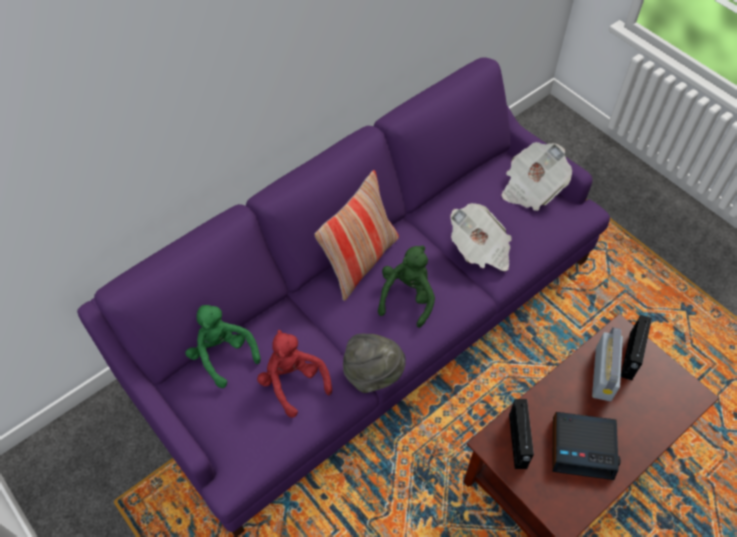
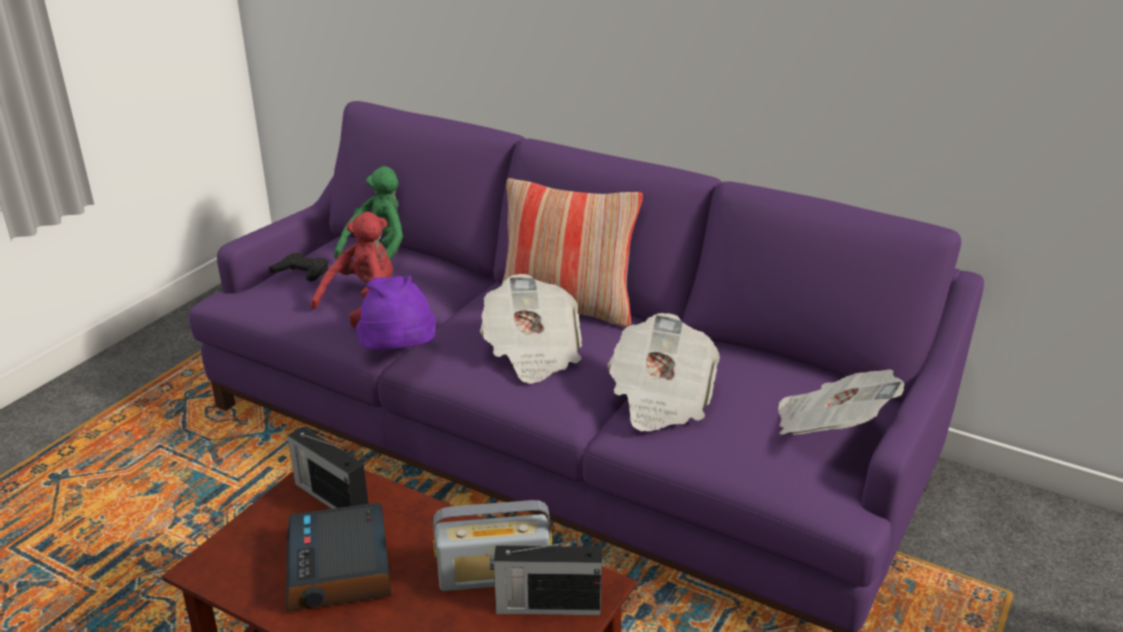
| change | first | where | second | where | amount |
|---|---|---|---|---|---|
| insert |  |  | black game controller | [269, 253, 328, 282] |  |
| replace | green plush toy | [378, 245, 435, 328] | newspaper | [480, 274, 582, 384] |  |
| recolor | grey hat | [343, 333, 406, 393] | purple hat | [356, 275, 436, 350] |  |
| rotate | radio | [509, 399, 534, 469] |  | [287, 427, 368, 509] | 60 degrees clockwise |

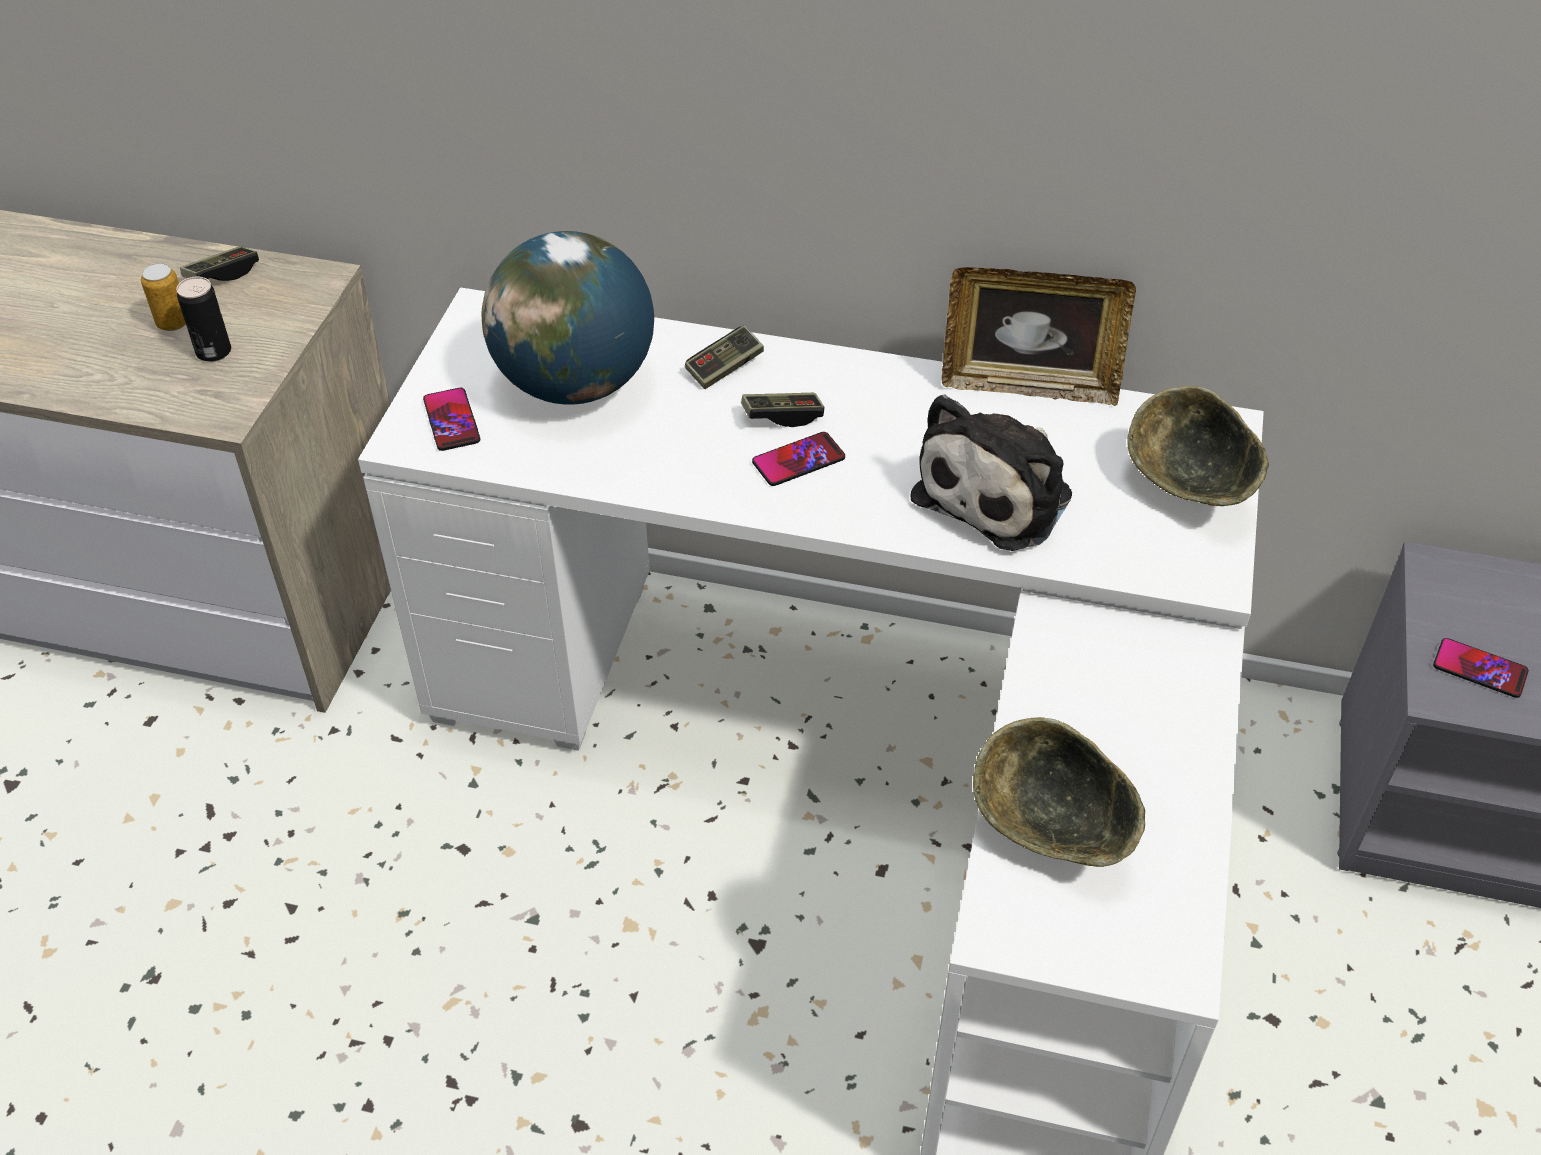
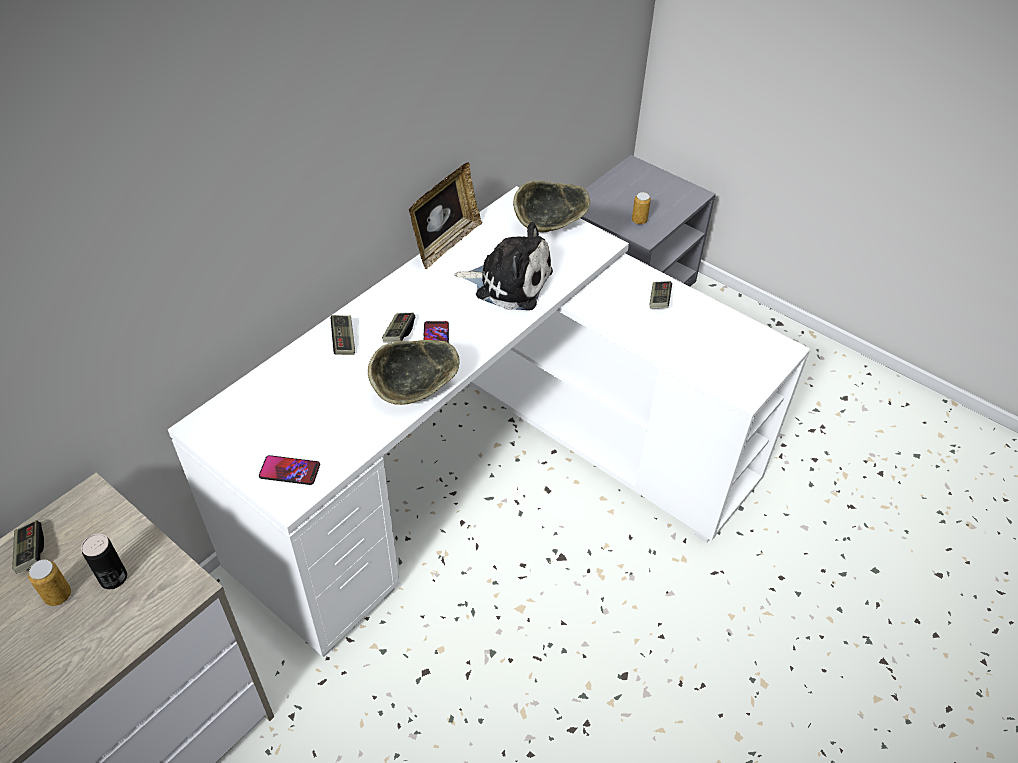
| change | first | where | second | where | amount |
|---|---|---|---|---|---|
| delete | globe | [482, 231, 654, 405] |  |  |  |
| insert |  |  | game controller | [650, 281, 672, 308] |  |
| move | bowl | [973, 717, 1145, 867] |  | [368, 340, 460, 405] |  |
| replace | phone | [1433, 638, 1529, 698] | can | [632, 192, 651, 225] |  |
| rotate | plush toy | [911, 394, 1072, 551] |  | [454, 222, 553, 310] | 45 degrees counterclockwise |

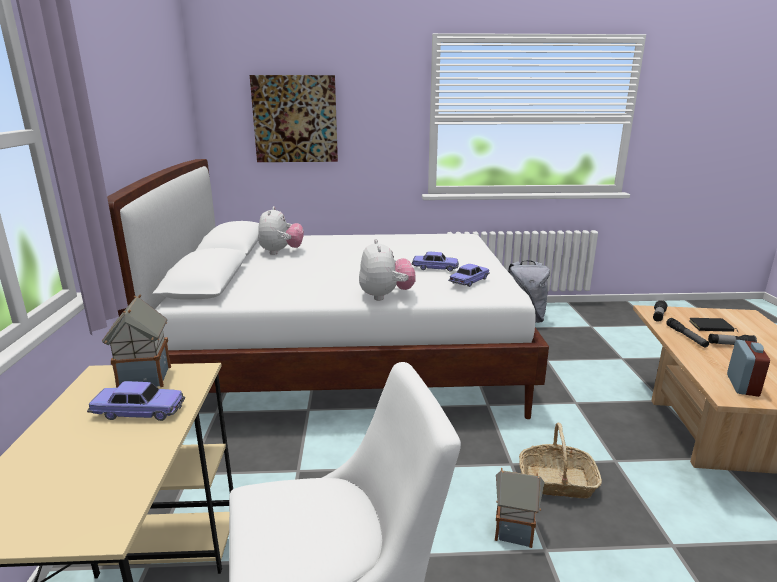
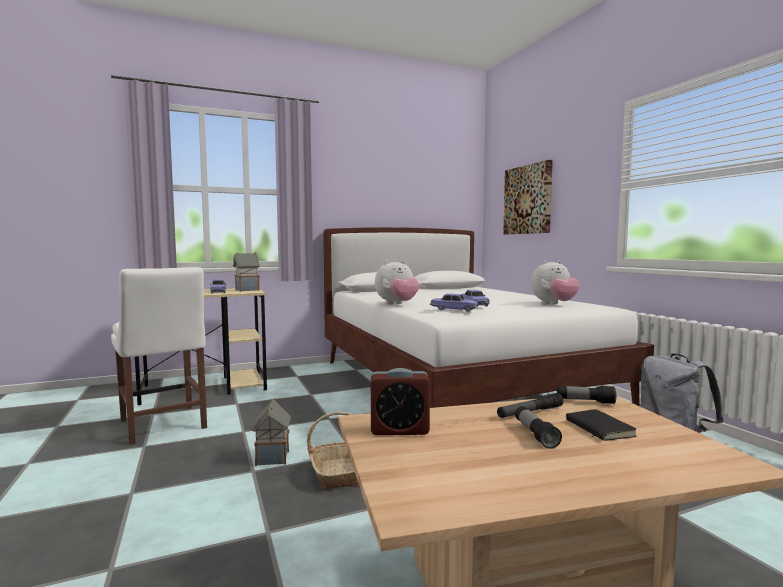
| change | first | where | second | where | amount |
|---|---|---|---|---|---|
| move | plush toy | [258, 206, 304, 255] |  | [531, 260, 580, 304] |  |

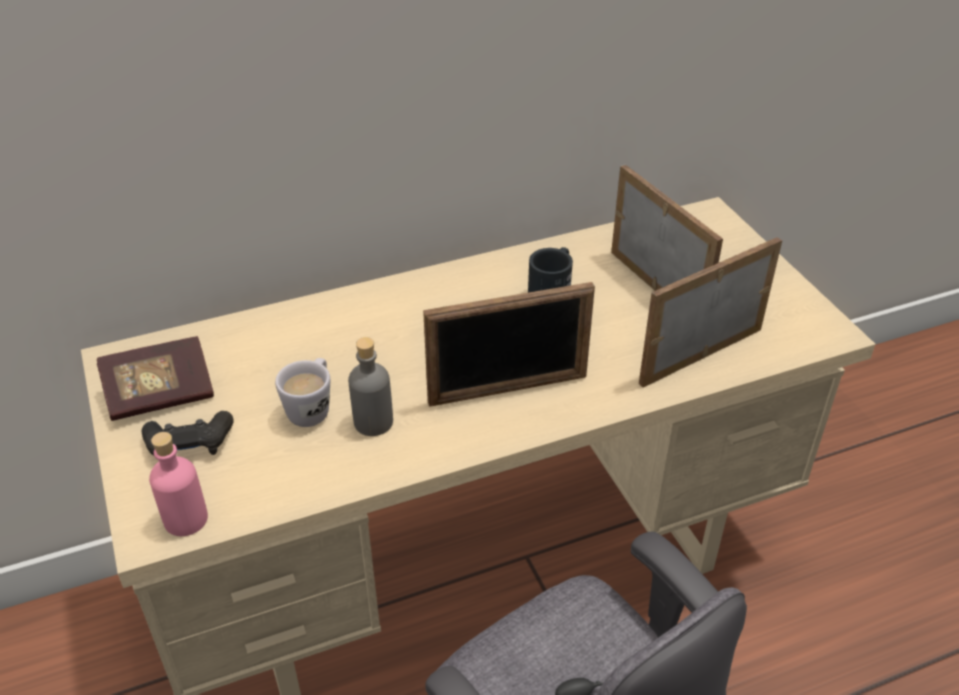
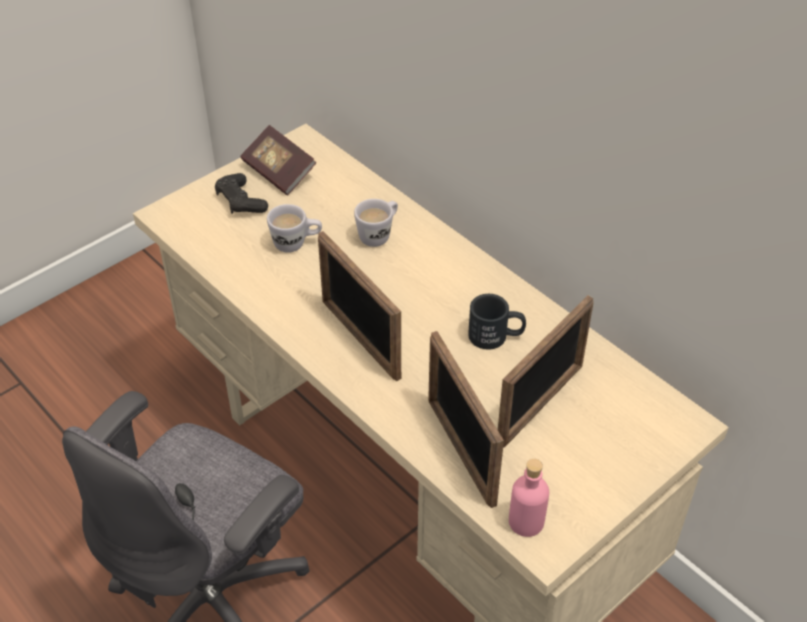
| change | first | where | second | where | amount |
|---|---|---|---|---|---|
| delete | grey bottle | [348, 337, 393, 436] |  |  |  |
| insert |  |  | white mug | [354, 199, 398, 247] |  |
| move | pink bottle | [149, 432, 208, 536] |  | [509, 459, 549, 537] |  |
| rotate | picture frame | [639, 237, 782, 387] |  | [428, 331, 504, 508] | 150 degrees counterclockwise |

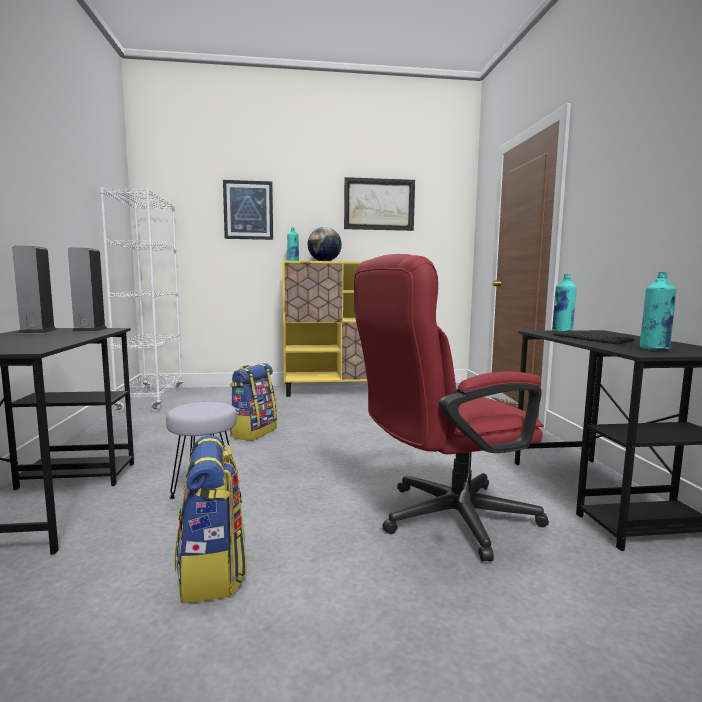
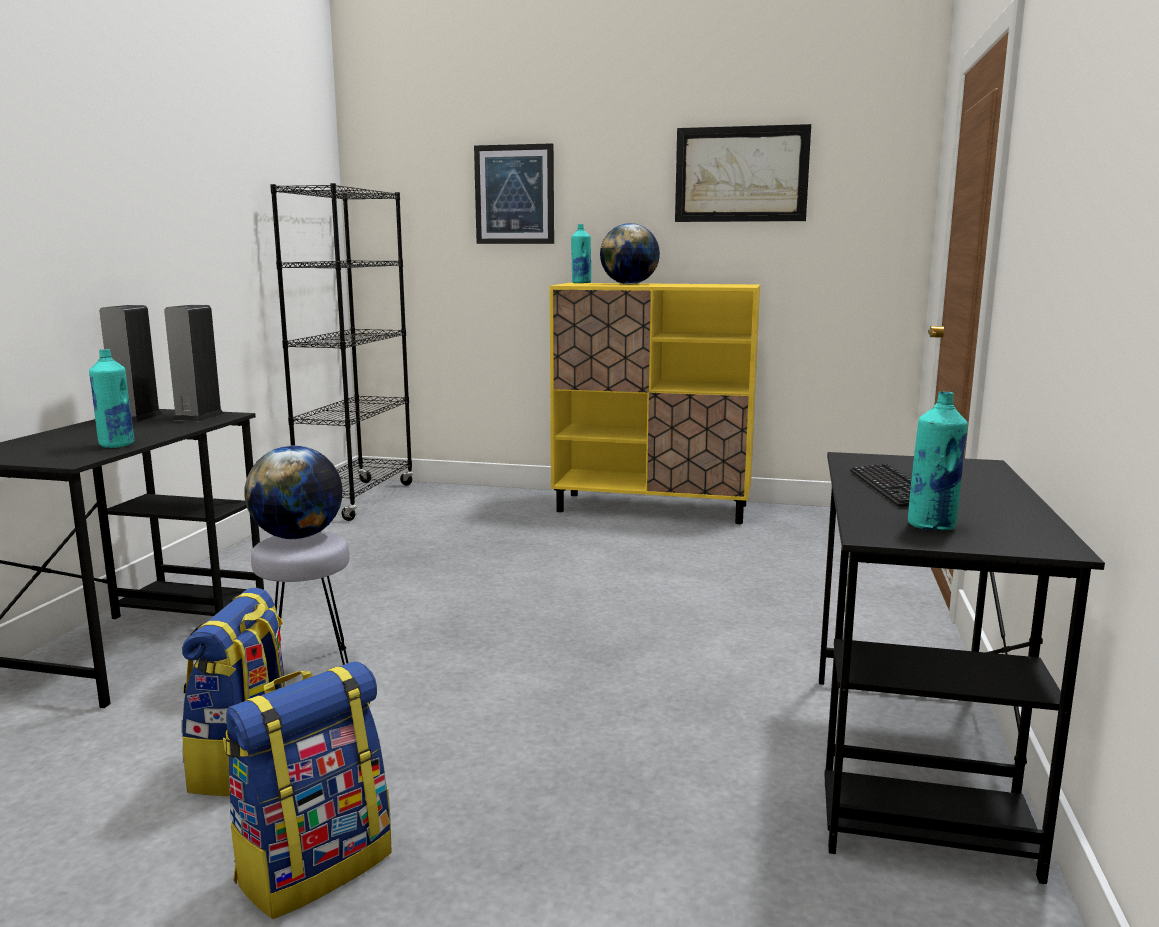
| change | first | where | second | where | amount |
|---|---|---|---|---|---|
| delete | red office chair | [354, 254, 549, 562] |  |  |  |
| insert |  |  | globe | [244, 445, 343, 539] |  |
| move | backpack | [230, 363, 277, 441] |  | [223, 661, 391, 919] |  |
| move | turquoise bottle | [552, 274, 577, 332] |  | [89, 349, 134, 448] |  |
| recolor | white bookcase | [100, 187, 183, 413] | black bookcase | [270, 183, 414, 521] |  |

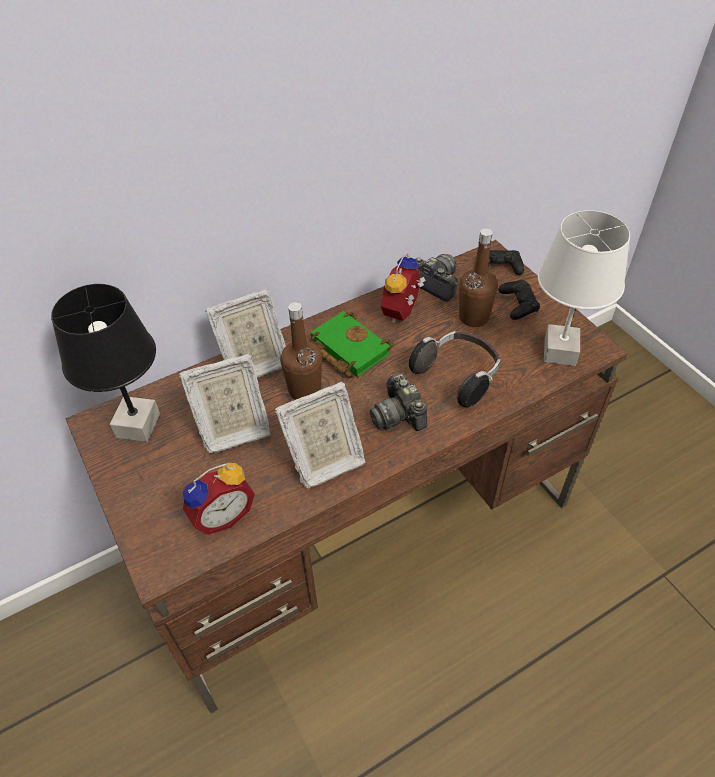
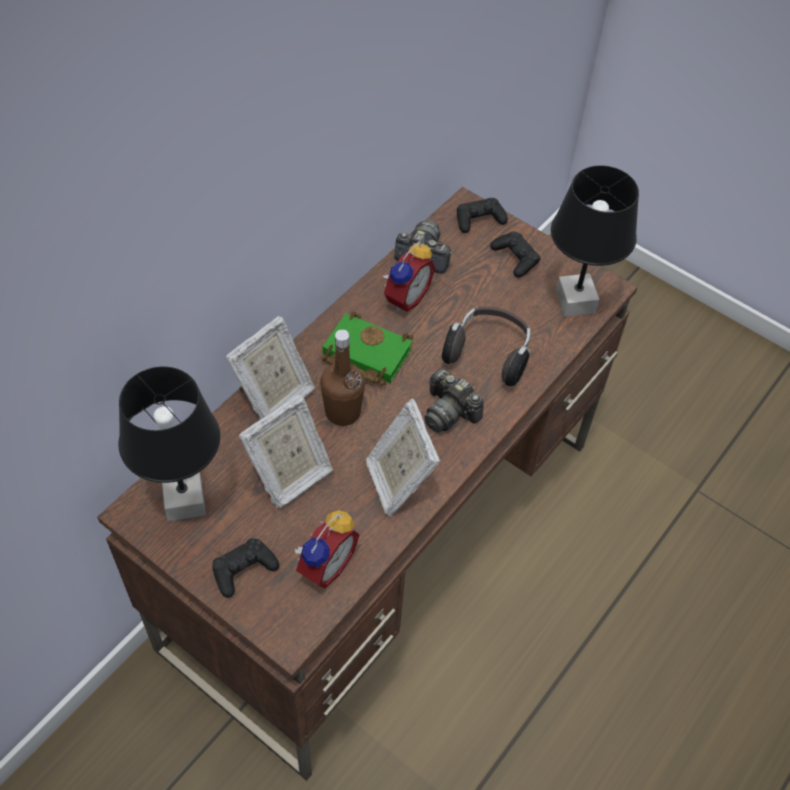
| change | first | where | second | where | amount |
|---|---|---|---|---|---|
| delete | brown bottle | [459, 228, 498, 327] |  |  |  |
| insert |  |  | black game controller | [212, 538, 279, 598] |  |
| recolor | white table lamp | [538, 210, 630, 366] | black table lamp | [551, 165, 639, 317] |  |
| rotate | picture frame | [275, 382, 365, 488] |  | [365, 399, 440, 516] | 120 degrees clockwise |
| rotate | alarm clock | [381, 253, 426, 323] |  | [382, 241, 435, 312] | 150 degrees counterclockwise |

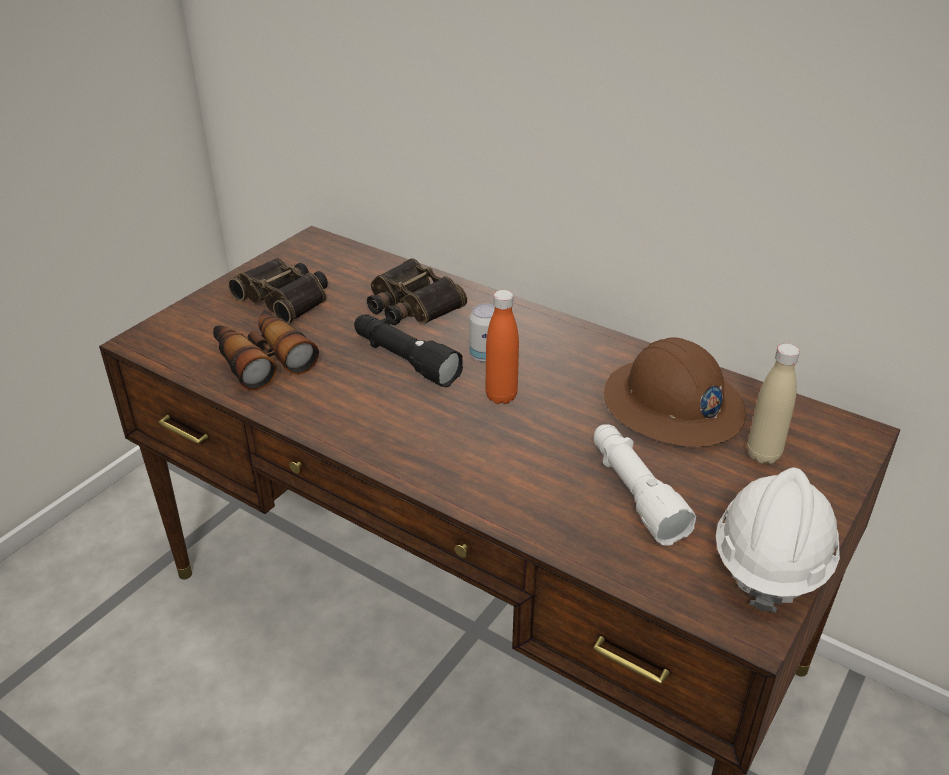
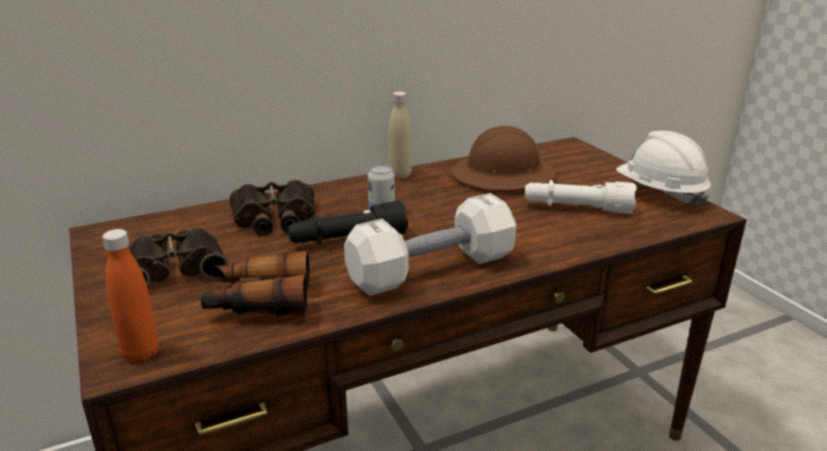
| change | first | where | second | where | amount |
|---|---|---|---|---|---|
| insert |  |  | white dumbbell | [344, 193, 516, 296] |  |
| move | orange bottle | [485, 290, 519, 404] |  | [102, 229, 159, 363] |  |
| move | beige bottle | [747, 343, 800, 464] |  | [388, 92, 412, 179] |  |

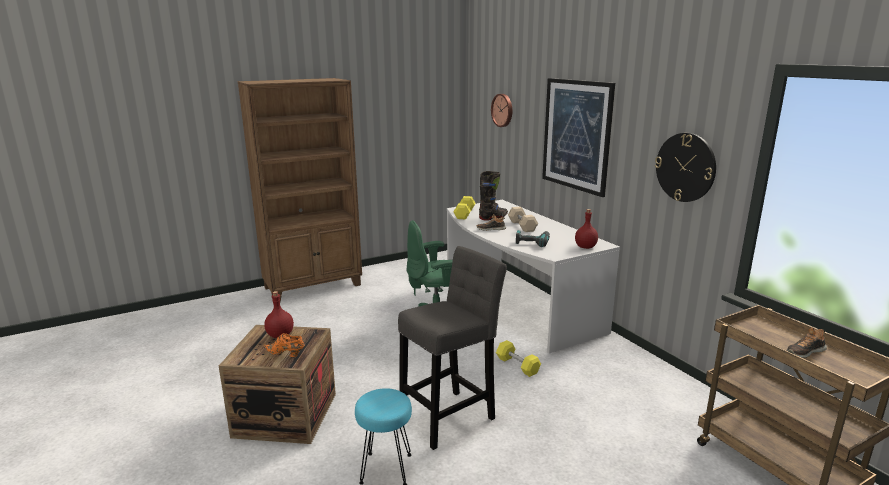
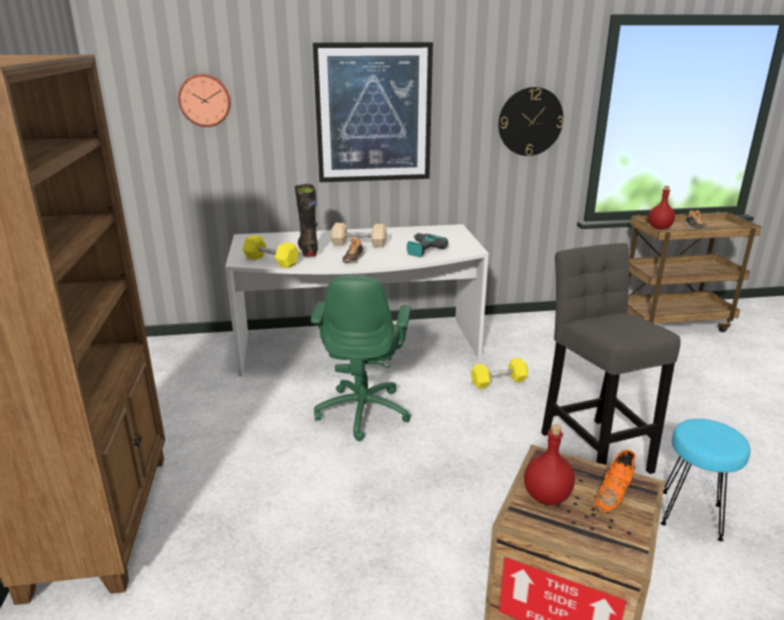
| change | first | where | second | where | amount |
|---|---|---|---|---|---|
| move | red bottle | [575, 209, 598, 249] |  | [648, 186, 675, 230] |  |

